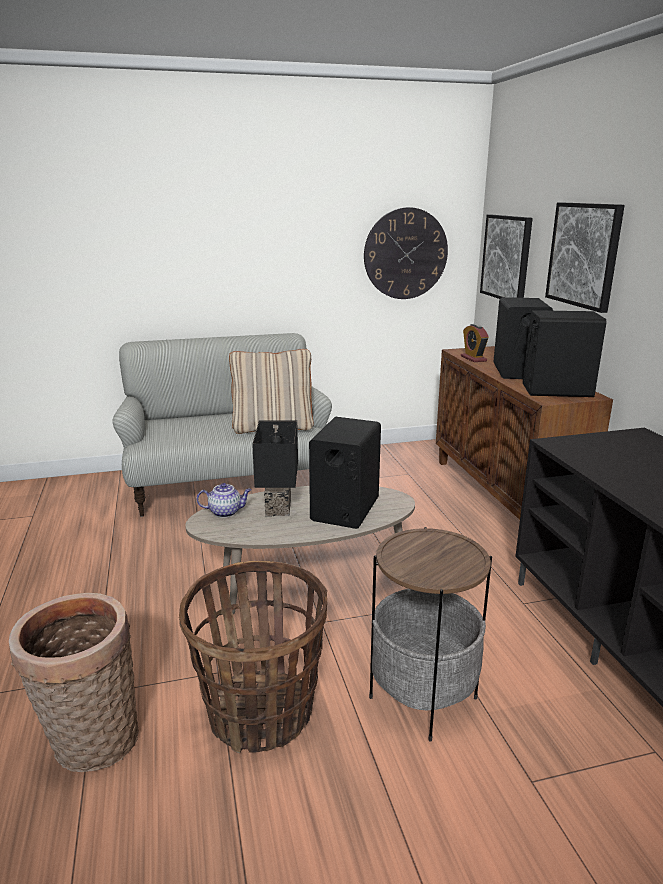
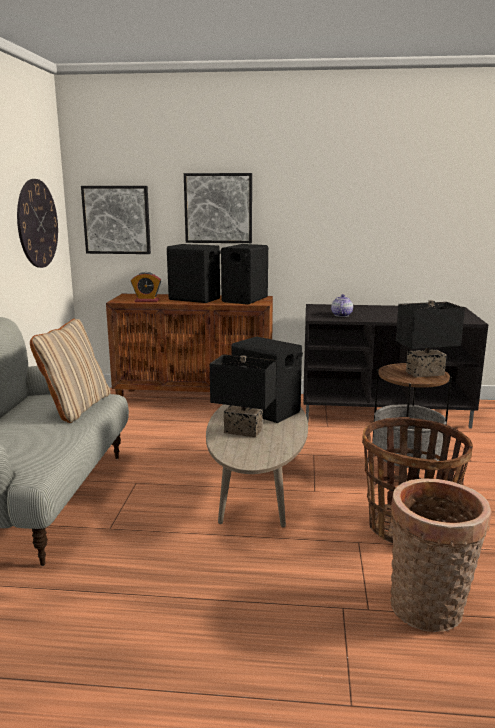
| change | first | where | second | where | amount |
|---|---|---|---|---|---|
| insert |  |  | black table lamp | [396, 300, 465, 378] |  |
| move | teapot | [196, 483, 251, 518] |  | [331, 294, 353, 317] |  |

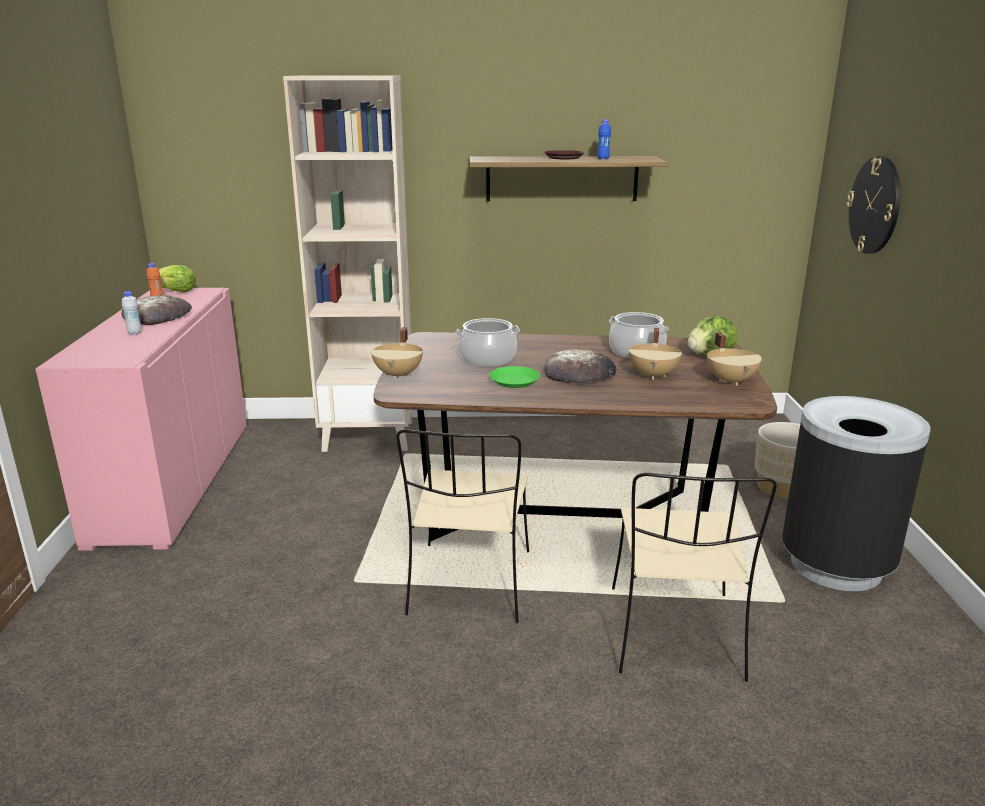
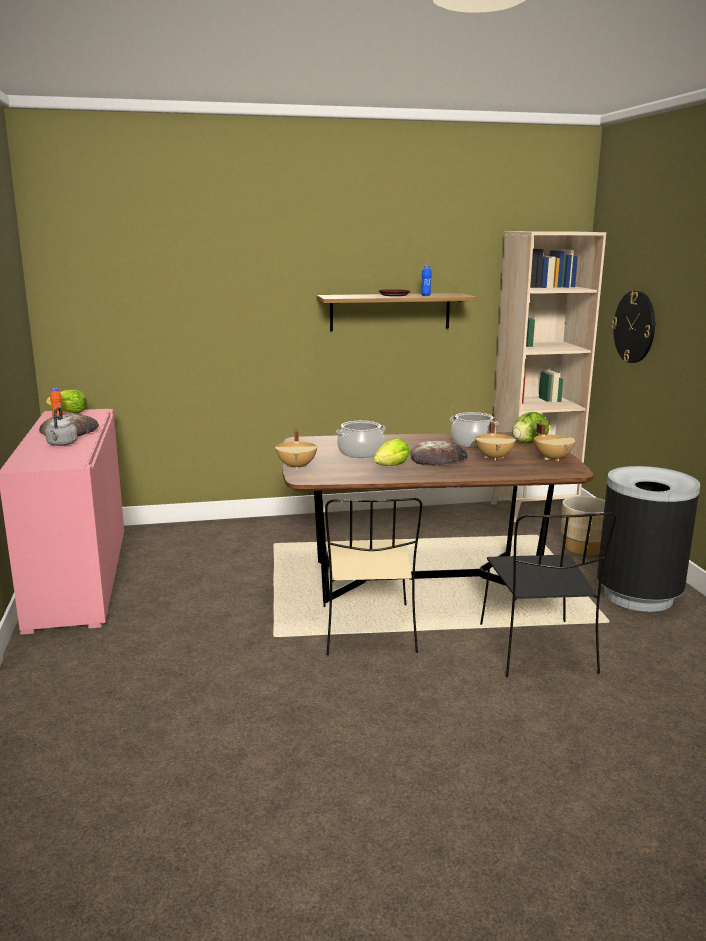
| change | first | where | second | where | amount |
|---|---|---|---|---|---|
| move | beige bookcase | [283, 75, 412, 452] |  | [491, 231, 606, 522] |  |
| replace | white bottle | [122, 291, 142, 335] | grey kettle | [45, 407, 78, 446] |  |
| replace | green plate | [489, 366, 540, 388] | lettuce | [374, 438, 410, 466] |  |
| recolor | beige chair | [612, 473, 777, 682] | black chair | [480, 512, 616, 677] |  |

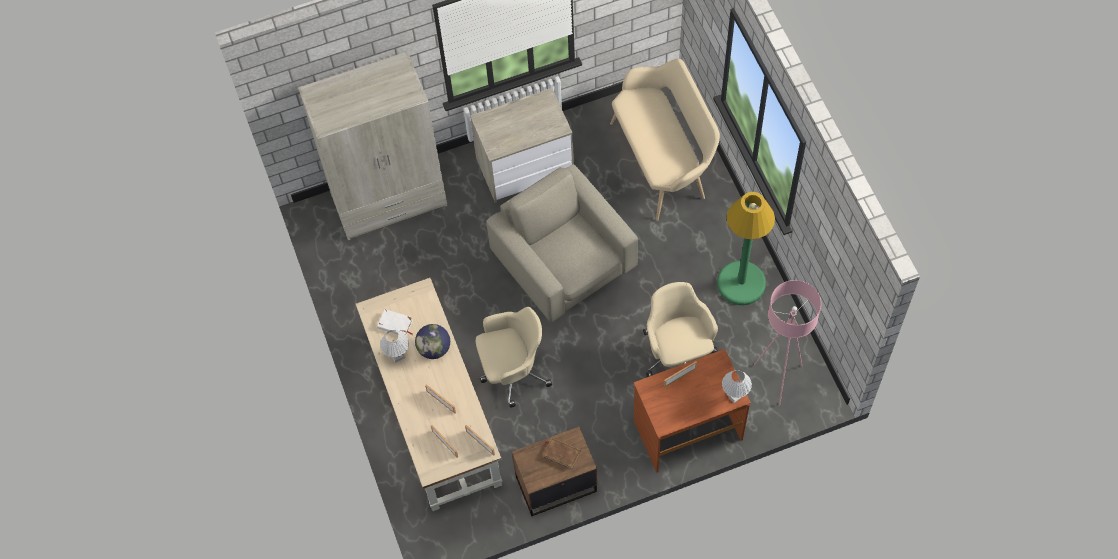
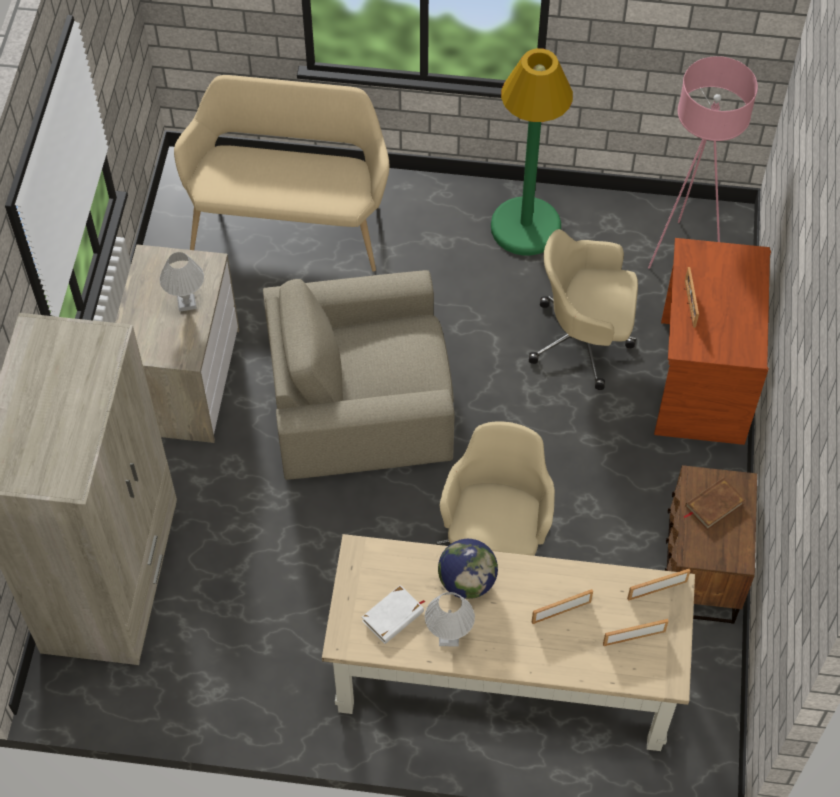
| change | first | where | second | where | amount |
|---|---|---|---|---|---|
| move | white table lamp | [722, 370, 752, 403] |  | [160, 252, 204, 312] |  |

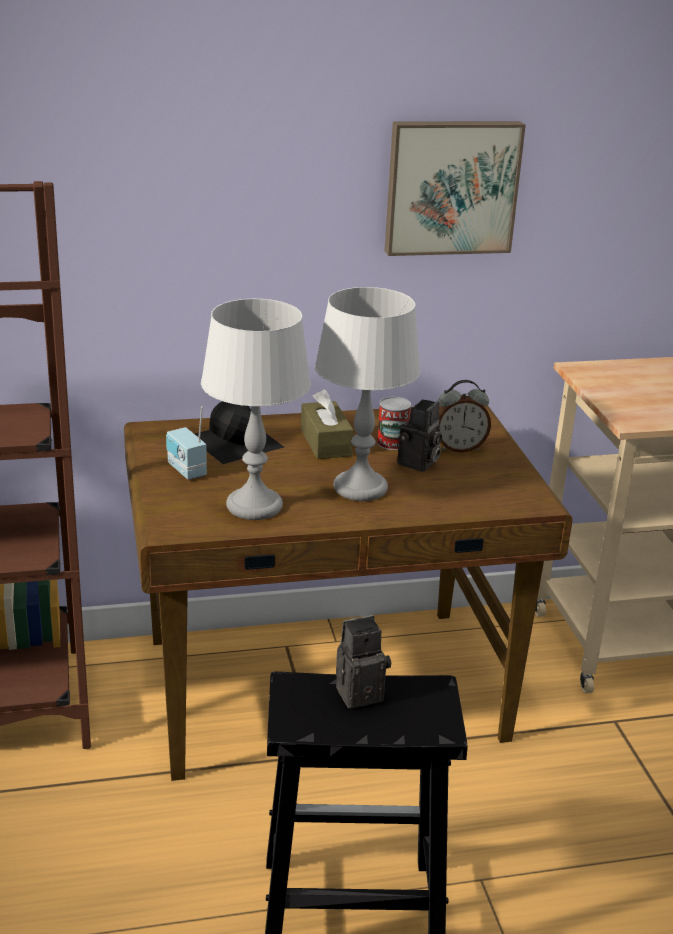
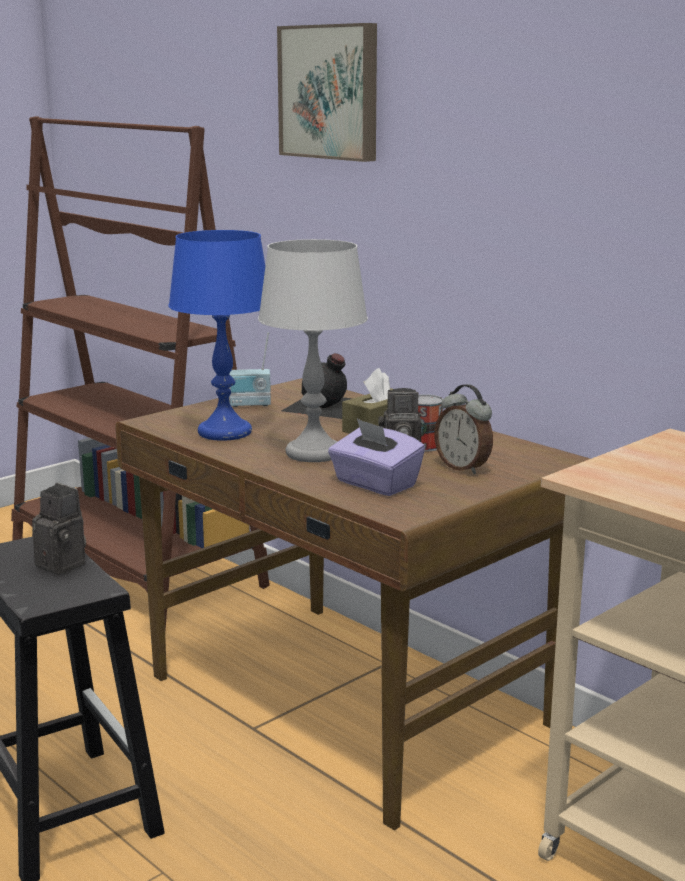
| change | first | where | second | where | amount |
|---|---|---|---|---|---|
| insert |  |  | purple tissue box | [328, 419, 425, 496] |  |
| move | picture | [385, 121, 526, 256] |  | [277, 23, 377, 162] |  |
| recolor | grey table lamp | [201, 299, 311, 520] | blue table lamp | [168, 230, 265, 441] |  |
| rotate | radio | [166, 406, 207, 480] |  | [229, 332, 271, 407] | 120 degrees counterclockwise |

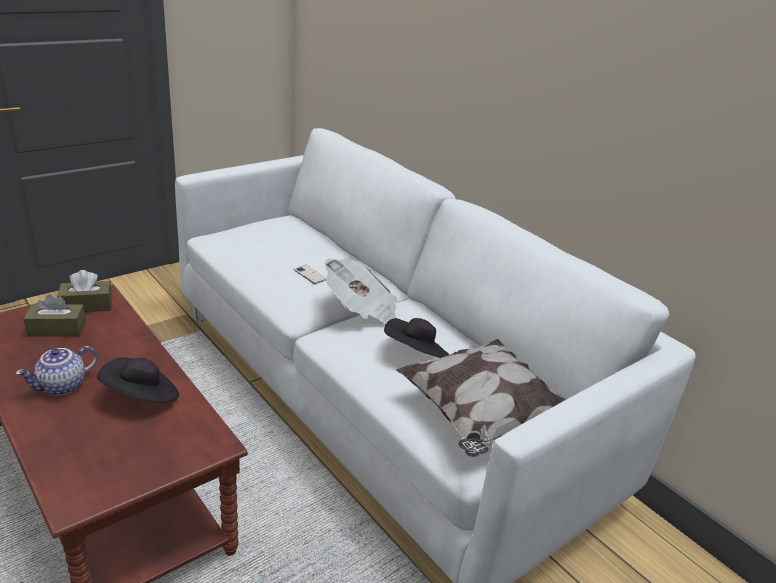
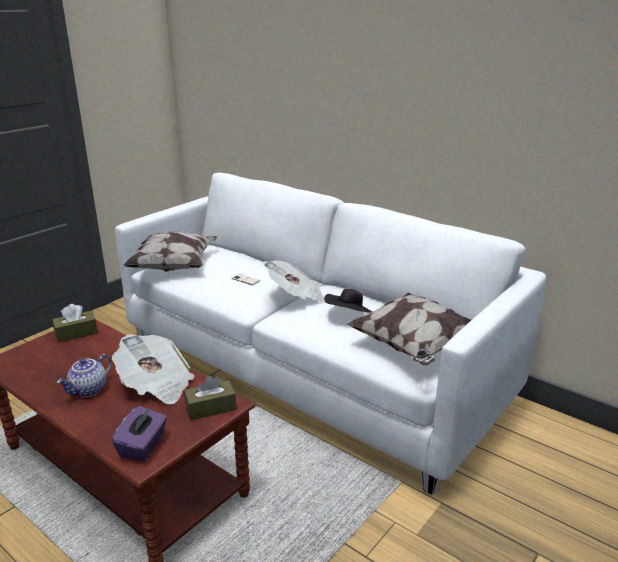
| change | first | where | second | where | amount |
|---|---|---|---|---|---|
| insert |  |  | purple tissue box | [112, 406, 167, 461] |  |
| insert |  |  | pillow | [123, 231, 217, 272] |  |
| move | brown tissue box | [23, 294, 86, 337] |  | [184, 376, 236, 420] |  |
| replace | black hat | [97, 357, 179, 403] | newspaper | [112, 334, 194, 404] |  |

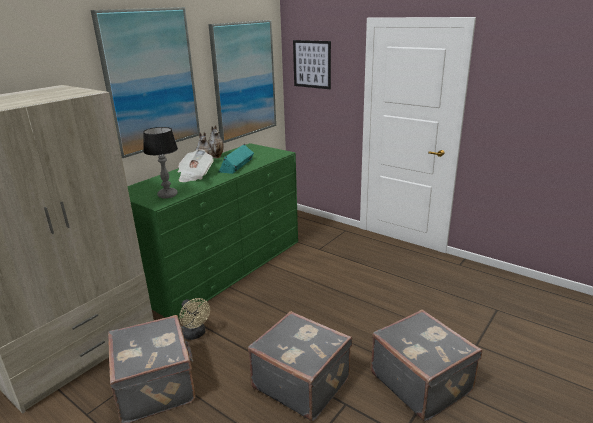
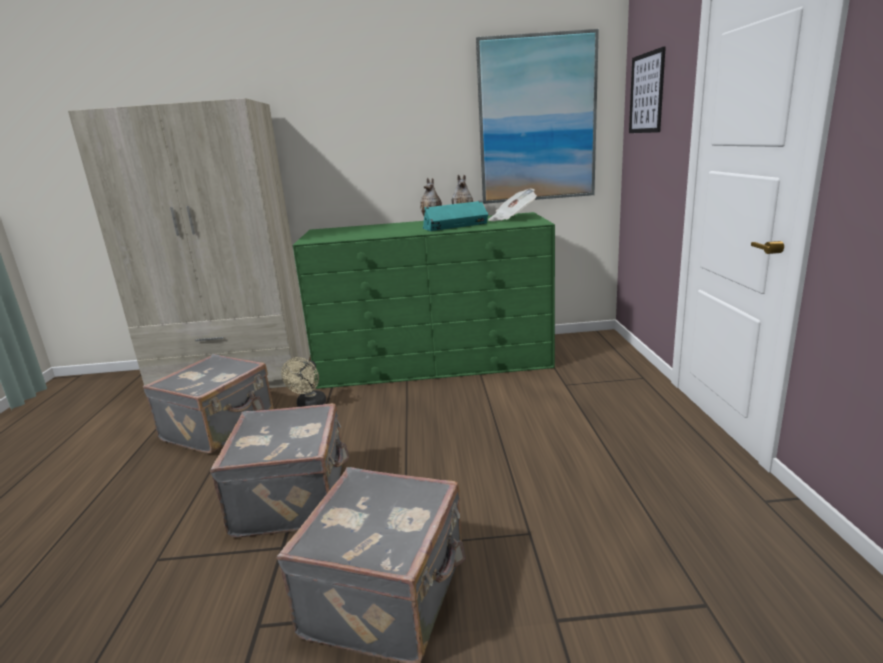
| change | first | where | second | where | amount |
|---|---|---|---|---|---|
| delete | picture | [91, 7, 200, 158] |  |  |  |
| delete | table lamp | [143, 127, 178, 198] |  |  |  |
| move | newspaper | [177, 149, 214, 182] |  | [488, 189, 536, 221] |  |

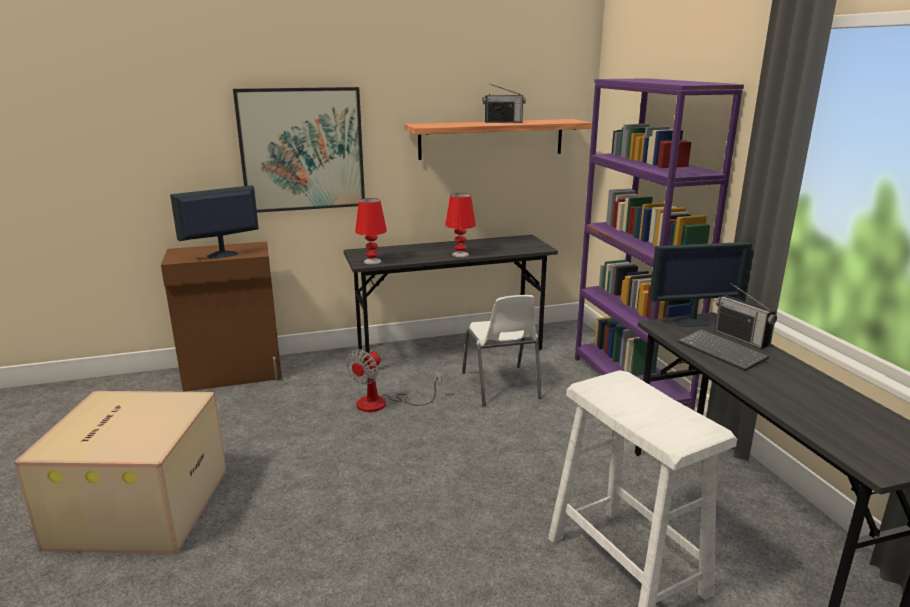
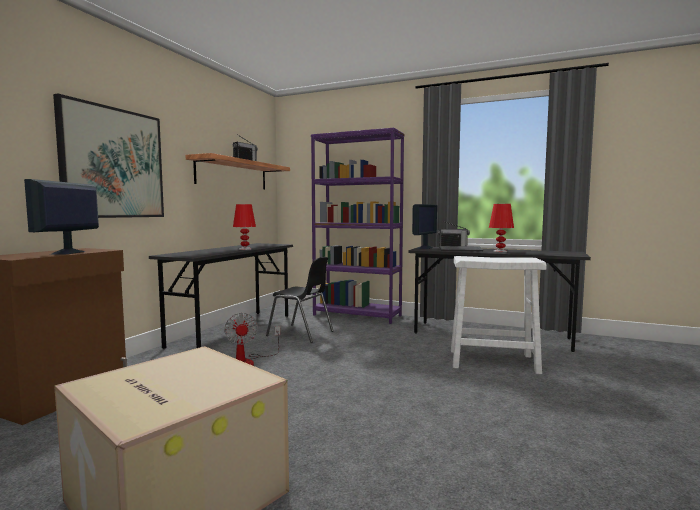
| change | first | where | second | where | amount |
|---|---|---|---|---|---|
| move | red table lamp | [355, 198, 387, 264] |  | [489, 204, 514, 252] |  |
| recolor | white chair | [462, 295, 542, 406] | black chair | [266, 257, 333, 343] |  |

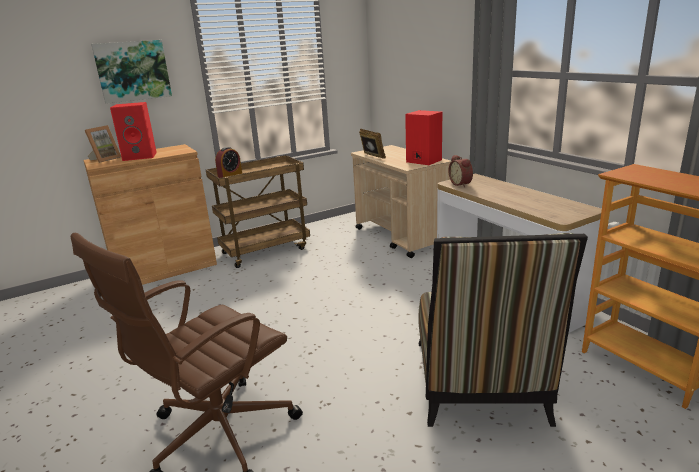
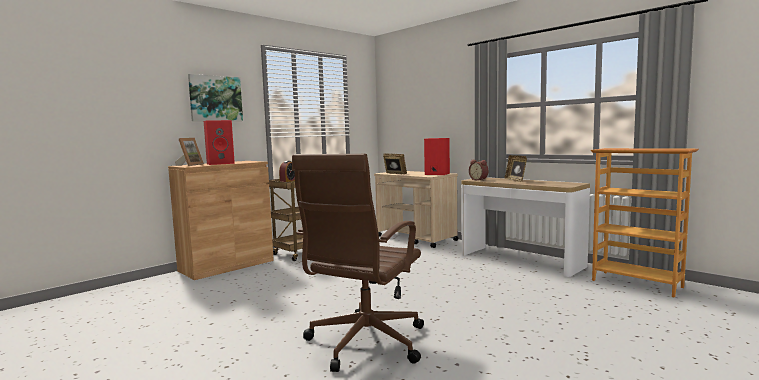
| change | first | where | second | where | amount |
|---|---|---|---|---|---|
| delete | chair | [418, 233, 588, 427] |  |  |  |
| insert |  |  | picture frame | [505, 155, 527, 182] |  |

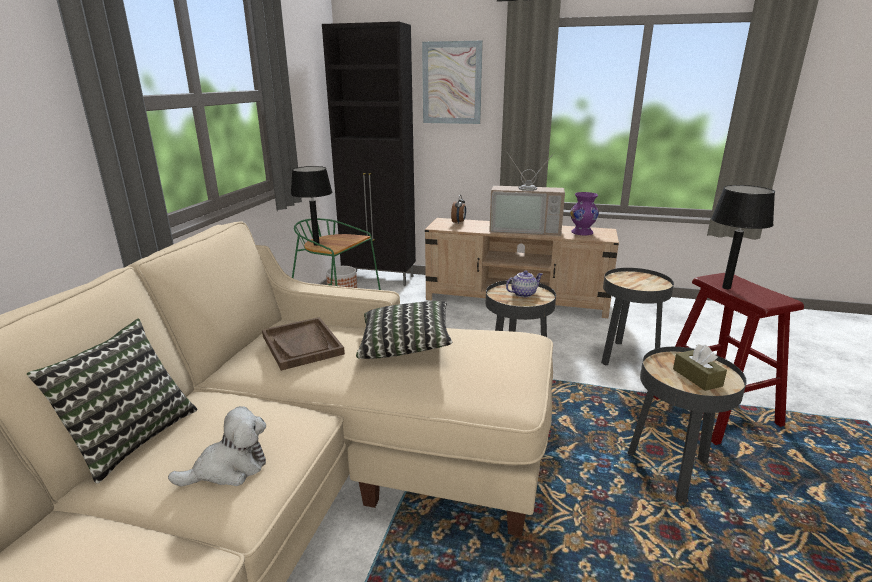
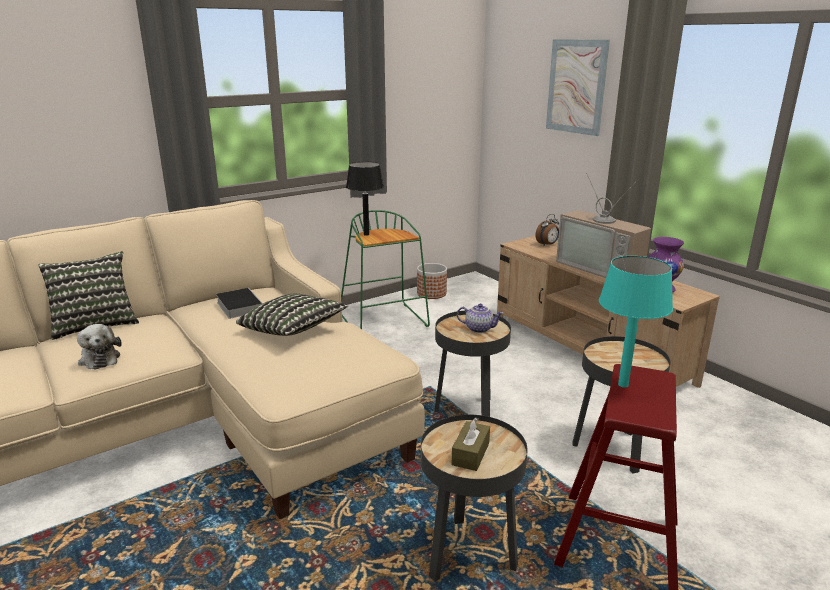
| change | first | where | second | where | amount |
|---|---|---|---|---|---|
| delete | black cabinet | [322, 22, 416, 286] |  |  |  |
| replace | brown tray | [262, 317, 345, 371] | book | [216, 288, 263, 319] |  |
| recolor | black table lamp | [711, 185, 775, 289] | turquoise table lamp | [599, 256, 673, 387] |  |
| rotate | plush toy | [168, 406, 266, 486] |  | [77, 324, 122, 369] | 45 degrees clockwise |

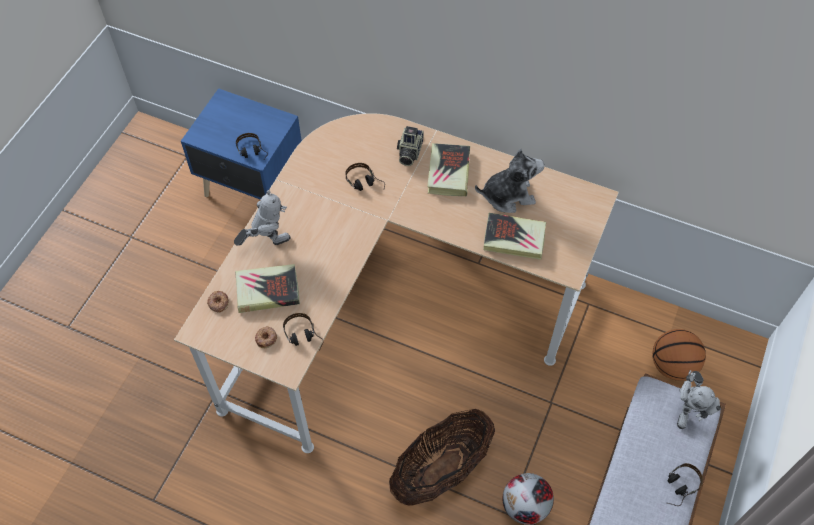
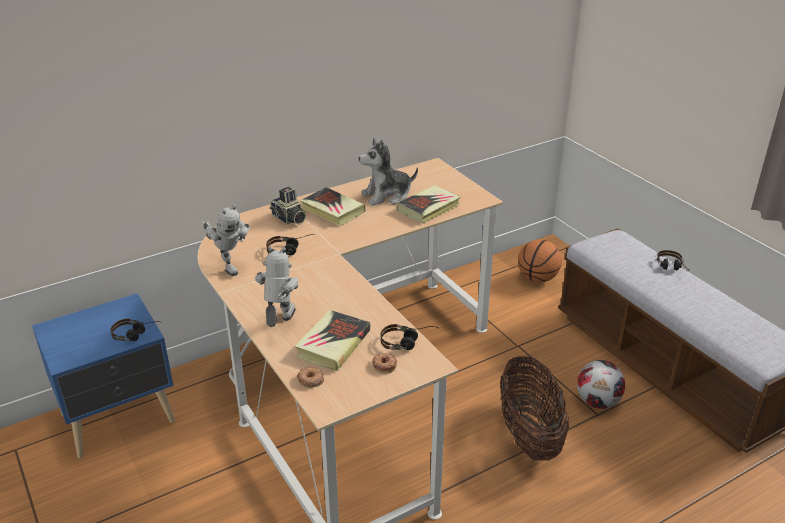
| change | first | where | second | where | amount |
|---|---|---|---|---|---|
| move | toy robot | [677, 370, 721, 429] |  | [202, 205, 250, 276] |  |
| rotate | plush toy | [475, 148, 545, 213] |  | [359, 138, 418, 205] | 135 degrees counterclockwise |

